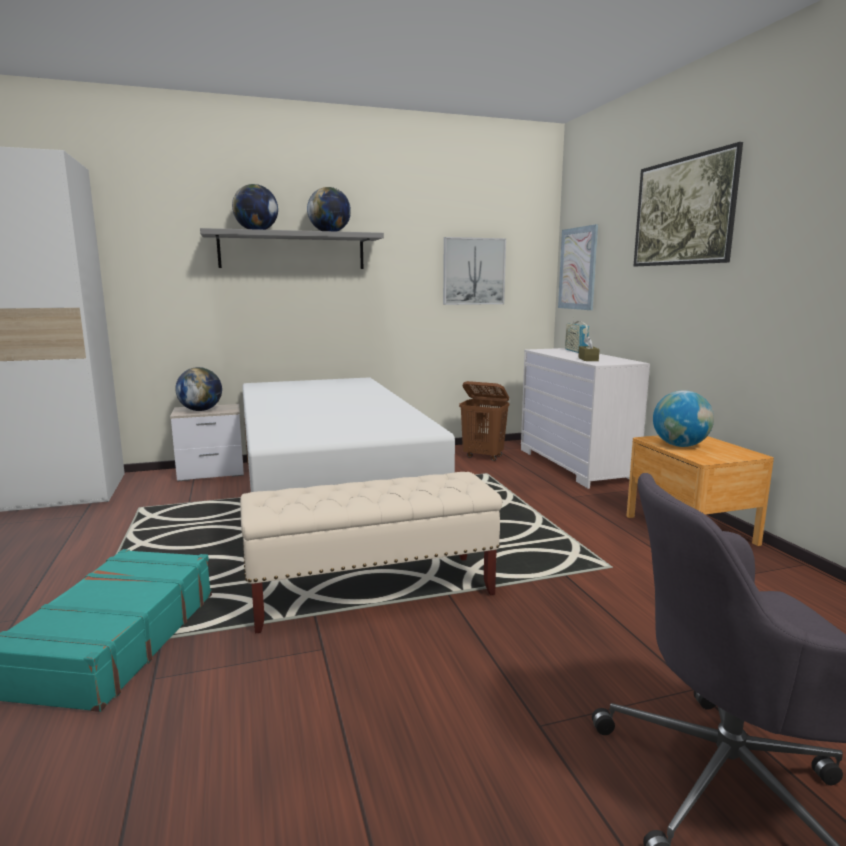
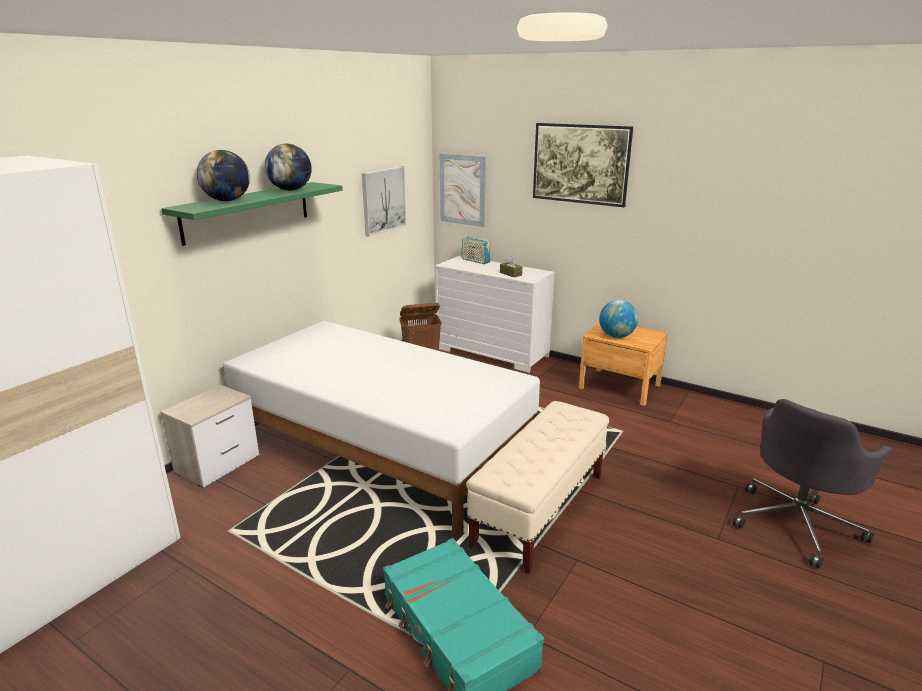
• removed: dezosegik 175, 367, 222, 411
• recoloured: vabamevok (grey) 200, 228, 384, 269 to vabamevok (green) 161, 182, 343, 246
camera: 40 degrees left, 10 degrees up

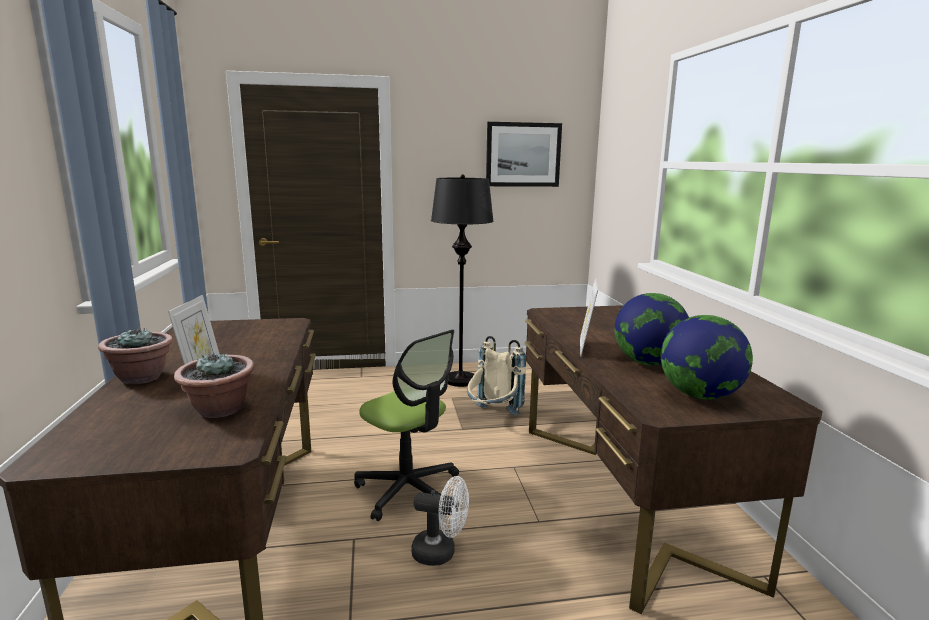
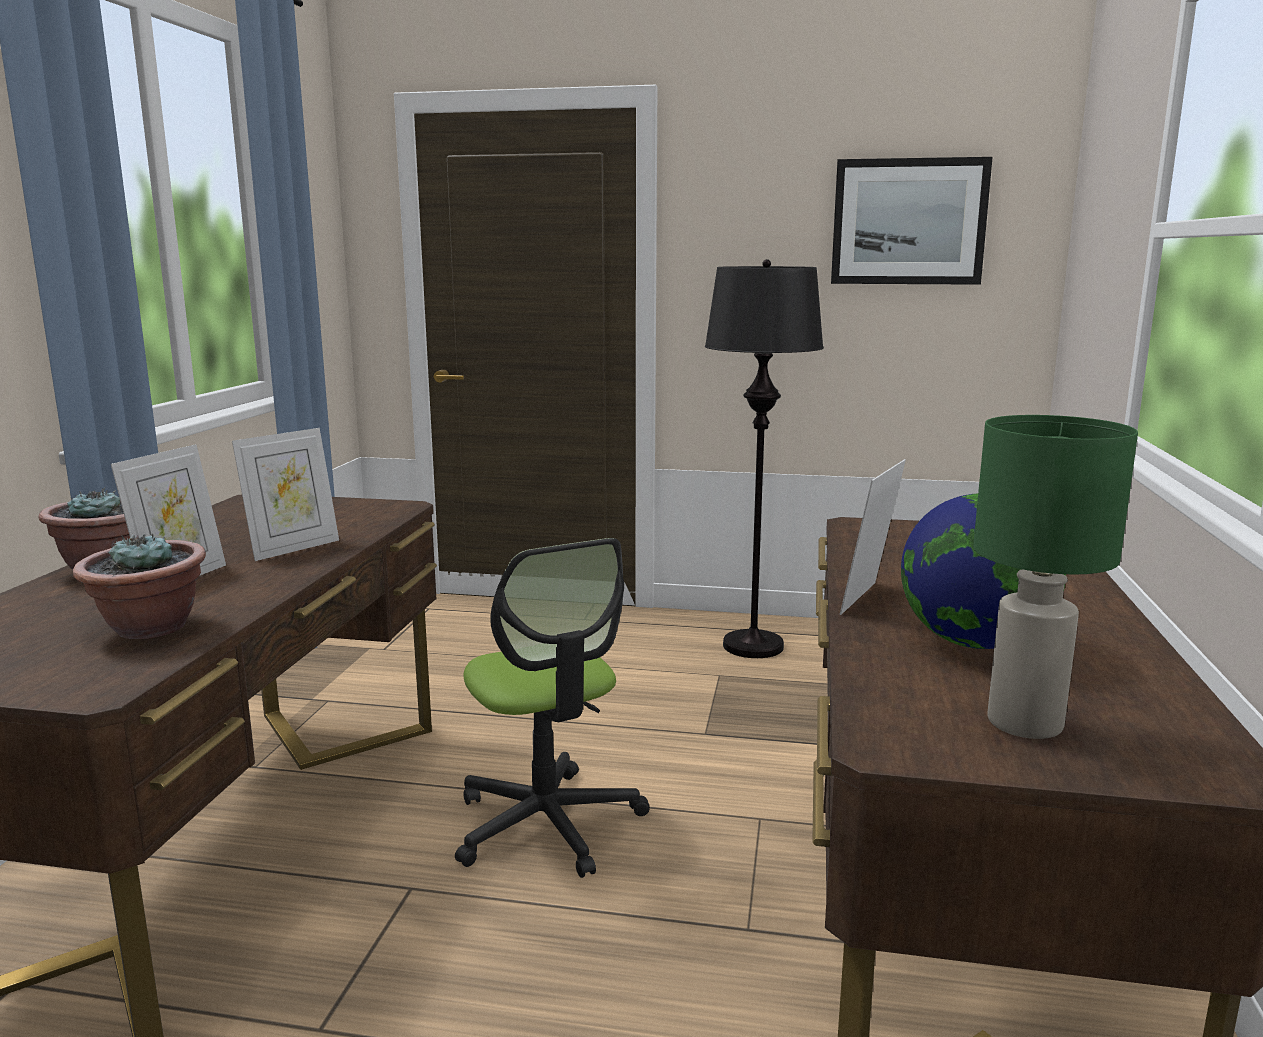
• removed: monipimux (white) 411, 476, 469, 566
• removed: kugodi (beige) 467, 336, 526, 415
• added: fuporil 232, 428, 339, 561
• replaced: dezosegik 661, 315, 753, 400 to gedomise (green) 973, 415, 1138, 739
camera: 20 degrees right, 0 degrees up

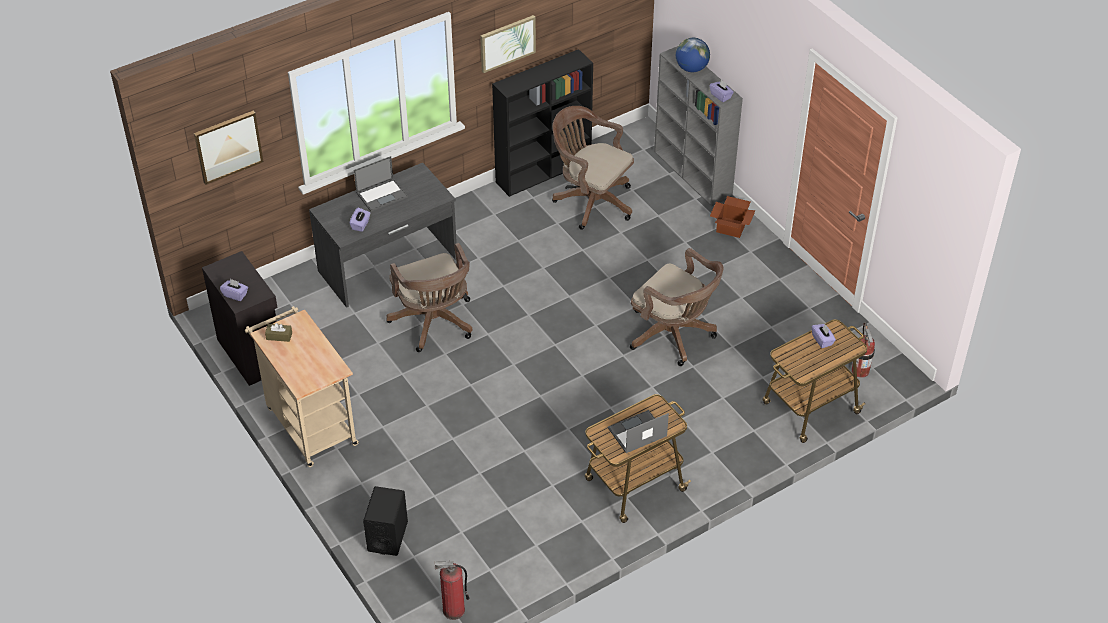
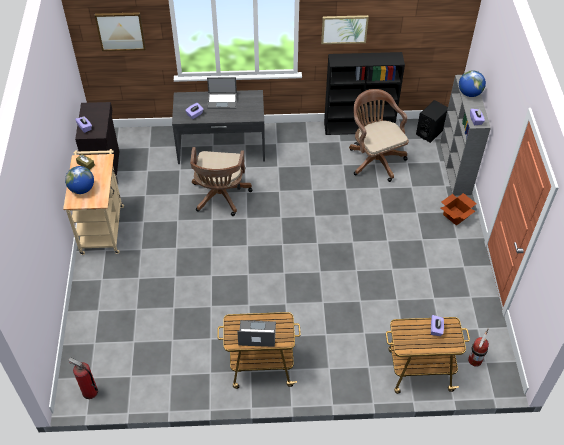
• removed: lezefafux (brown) 630, 248, 724, 366
• added: dezosegik 65, 166, 94, 194
• moved: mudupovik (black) 363, 486, 408, 556 to 416, 100, 448, 143
camera: 30 degrees right, 5 degrees up

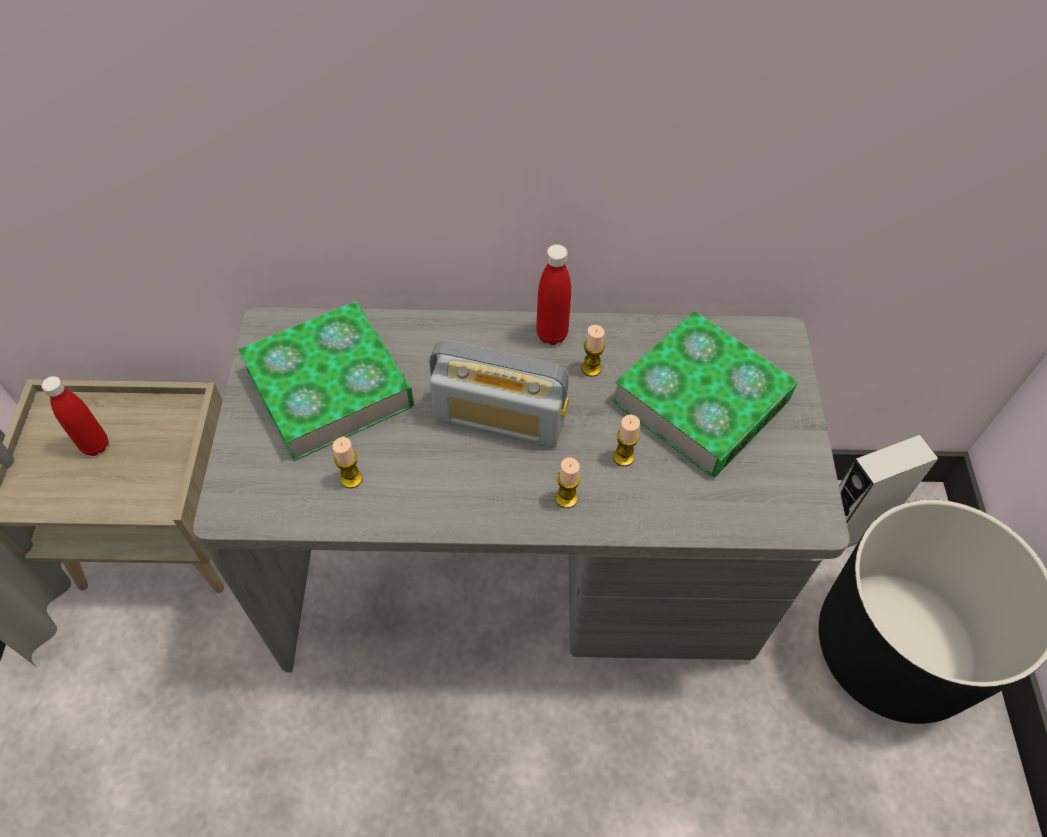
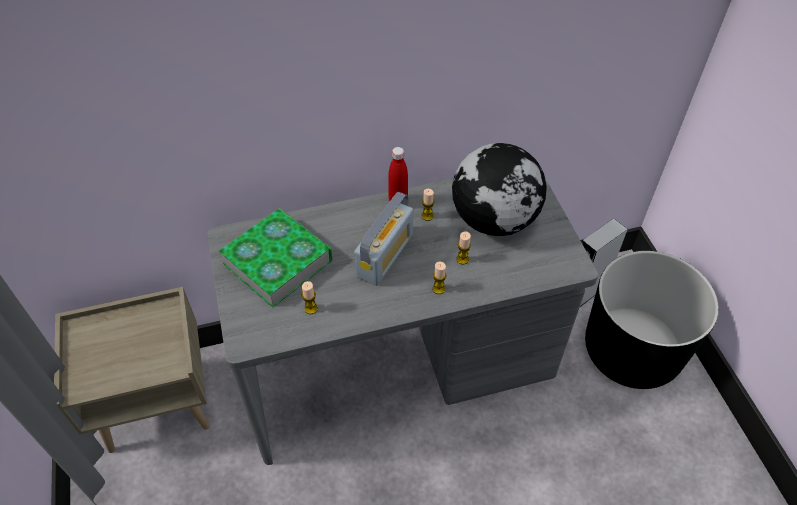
• removed: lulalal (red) 41, 376, 108, 456
• replaced: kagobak 612, 311, 798, 478 to dezosegik 452, 143, 547, 236
• turned: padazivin 429, 340, 569, 448 = 354, 192, 414, 286 60 degrees counterclockwise
camera: 15 degrees left, 5 degrees down

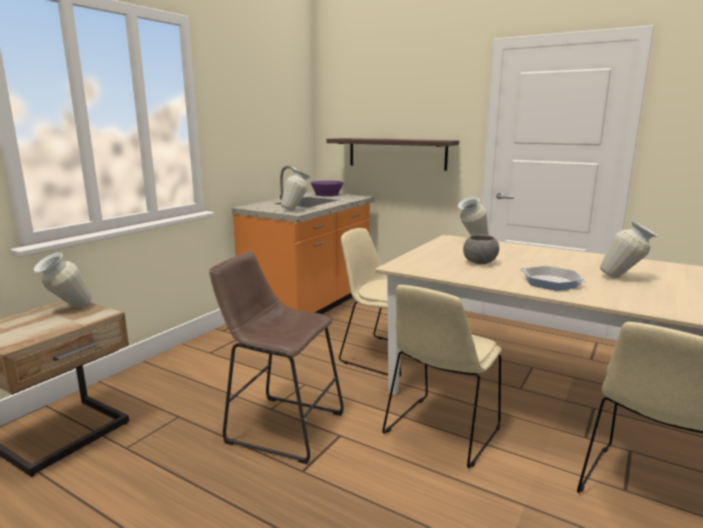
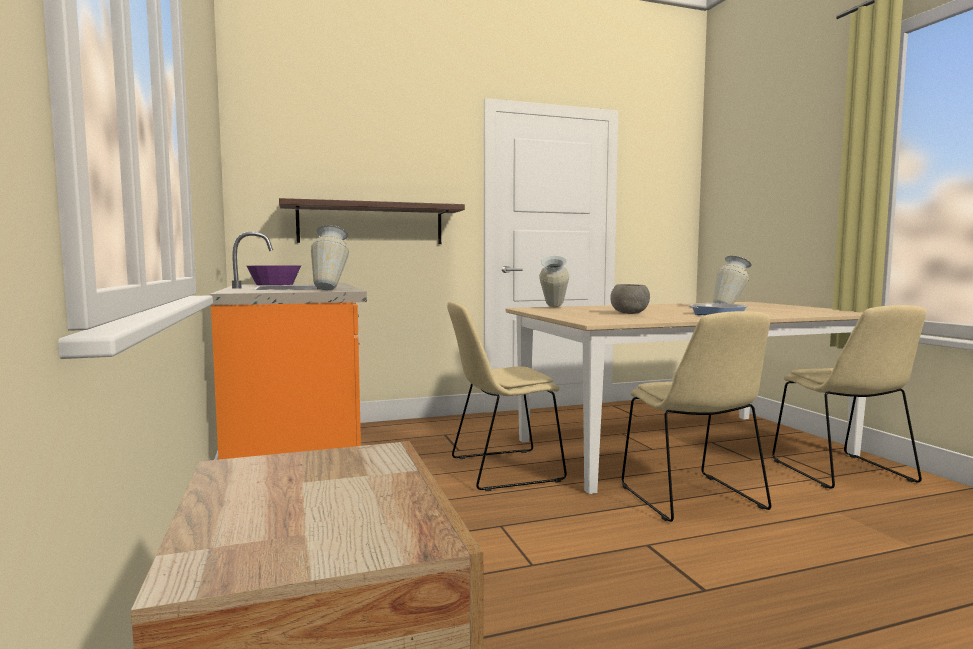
• removed: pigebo 34, 252, 92, 308
• removed: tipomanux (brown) 209, 252, 344, 464
camera: 50 degrees left, 10 degrees down

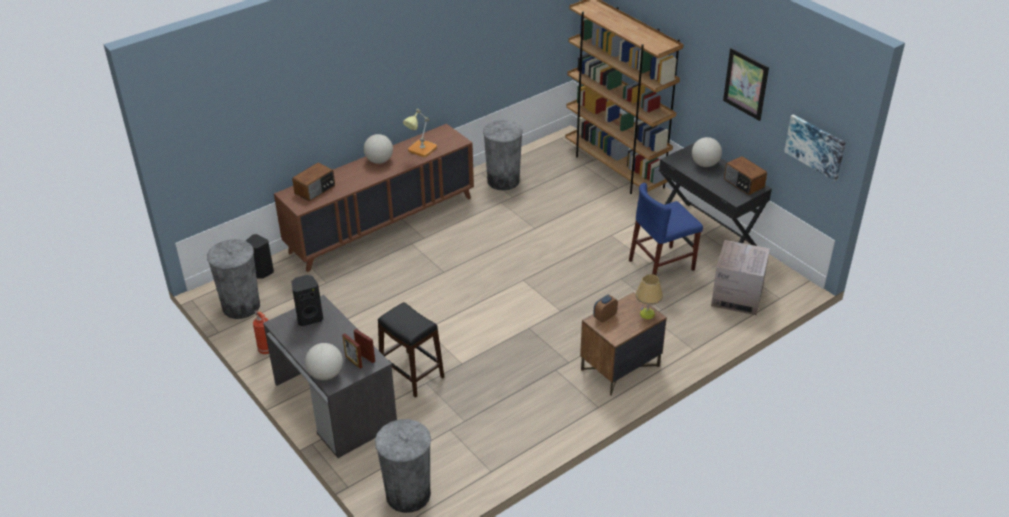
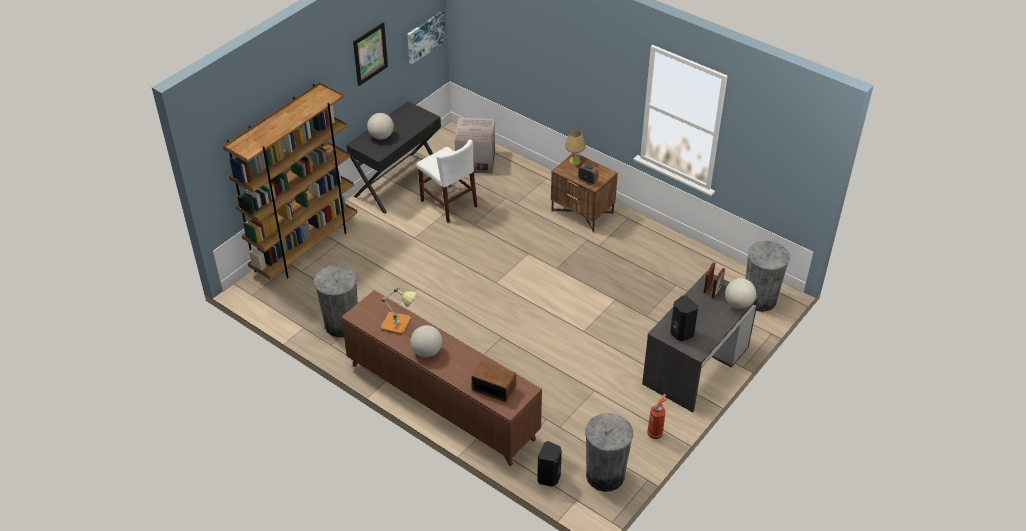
• removed: tipomanux (black) 378, 302, 444, 398
• removed: padazivin 724, 156, 767, 195
• recoloured: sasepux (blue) 629, 183, 703, 275 to sasepux (white) 417, 140, 477, 223
camera: 105 degrees left, 5 degrees up

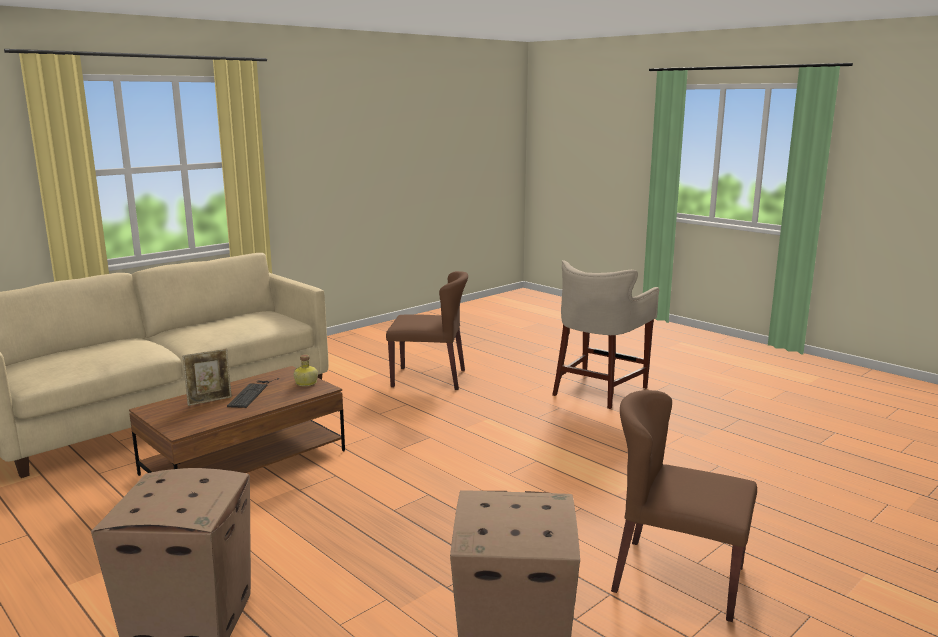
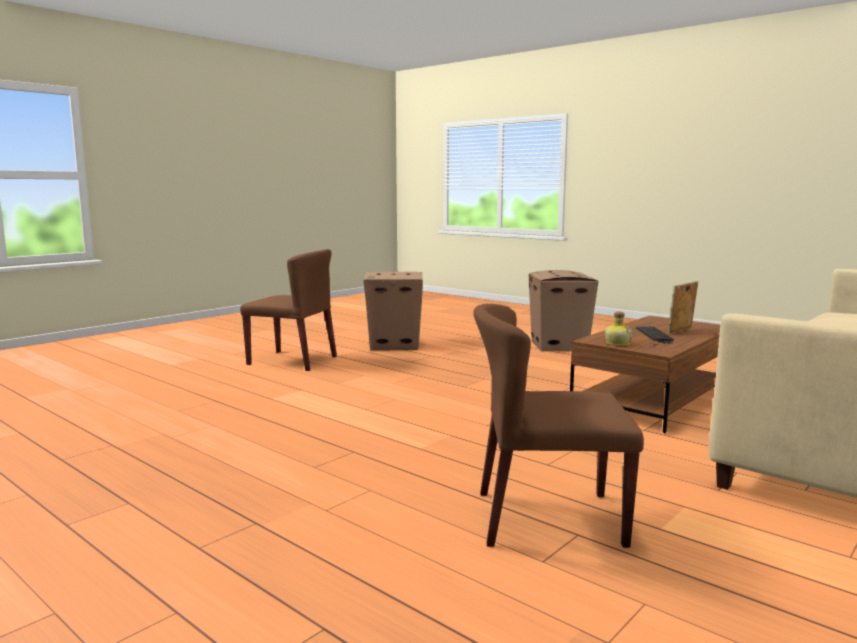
• removed: tipomanux (beige) 552, 260, 659, 409
camera: 175 degrees right, 5 degrees down

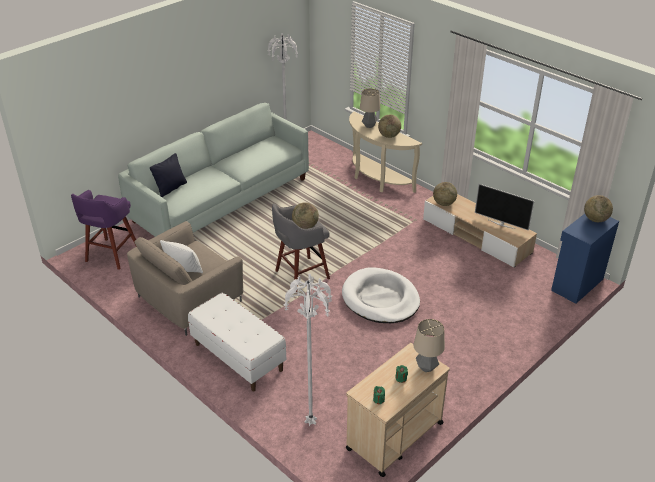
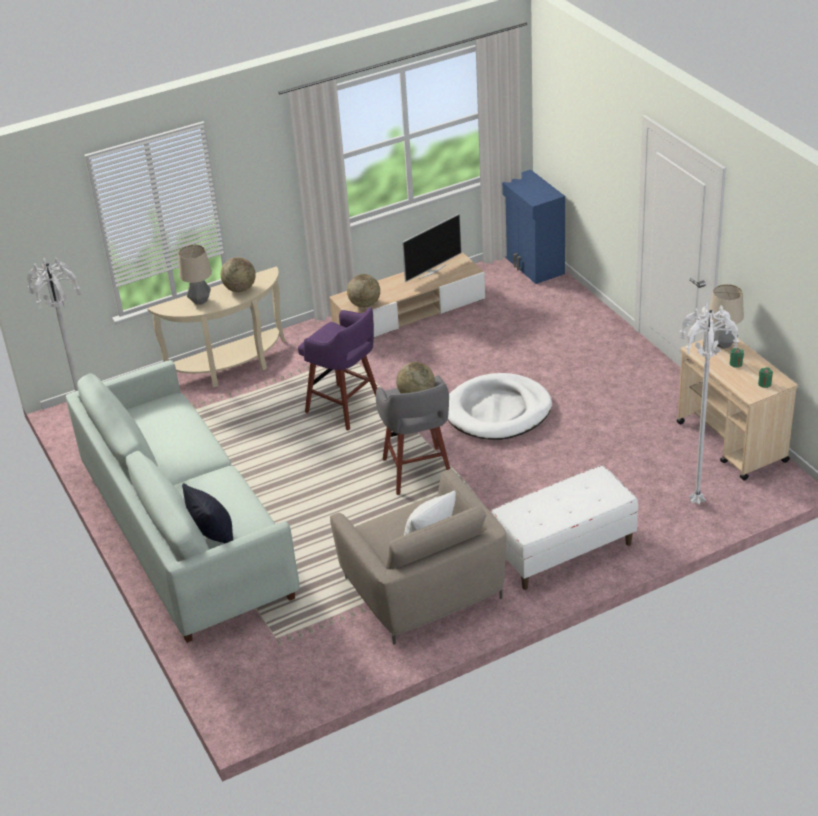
• removed: dezosegik 584, 195, 613, 222
• moved: tipomanux (purple) 71, 190, 137, 270 to 298, 307, 377, 431
camera: 70 degrees left, 0 degrees up

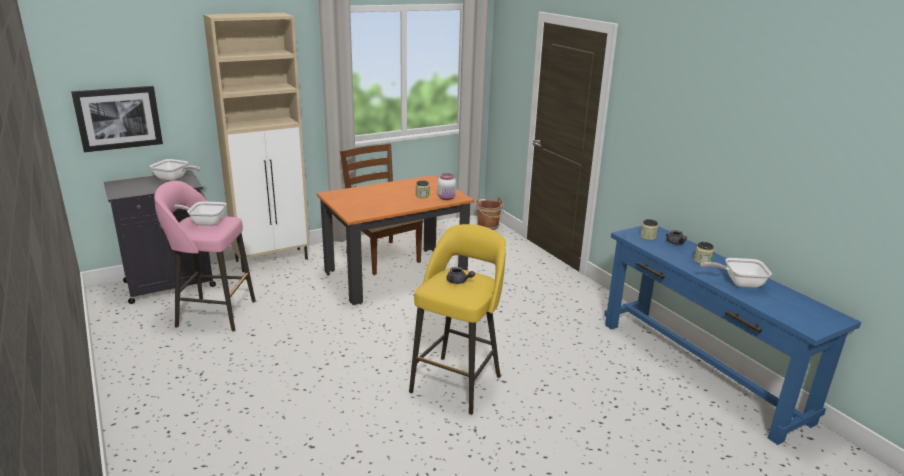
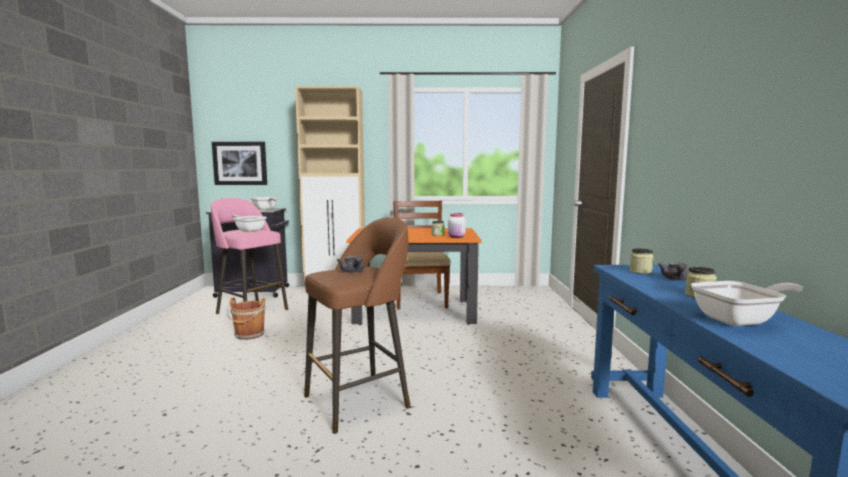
• moved: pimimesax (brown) 476, 197, 504, 230 to 227, 298, 266, 340
• recoloured: tipomanux (yellow) 409, 224, 506, 415 to tipomanux (brown) 304, 217, 411, 434
• turned: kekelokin 700, 258, 772, 288 = 691, 281, 803, 326 135 degrees clockwise
camera: 30 degrees right, 15 degrees down

